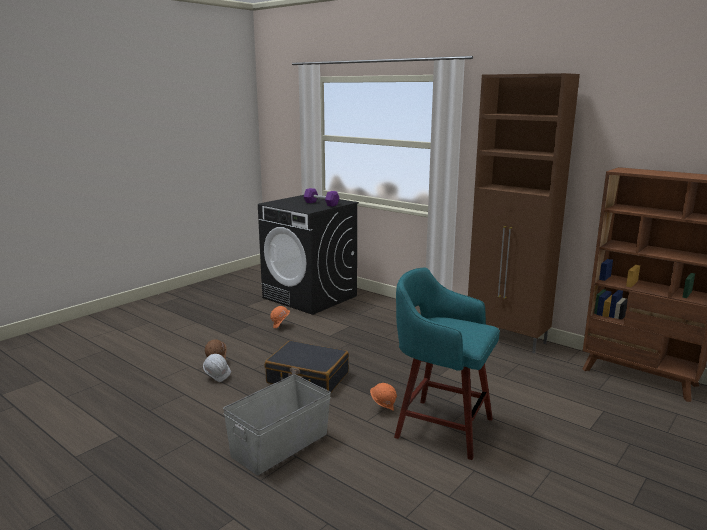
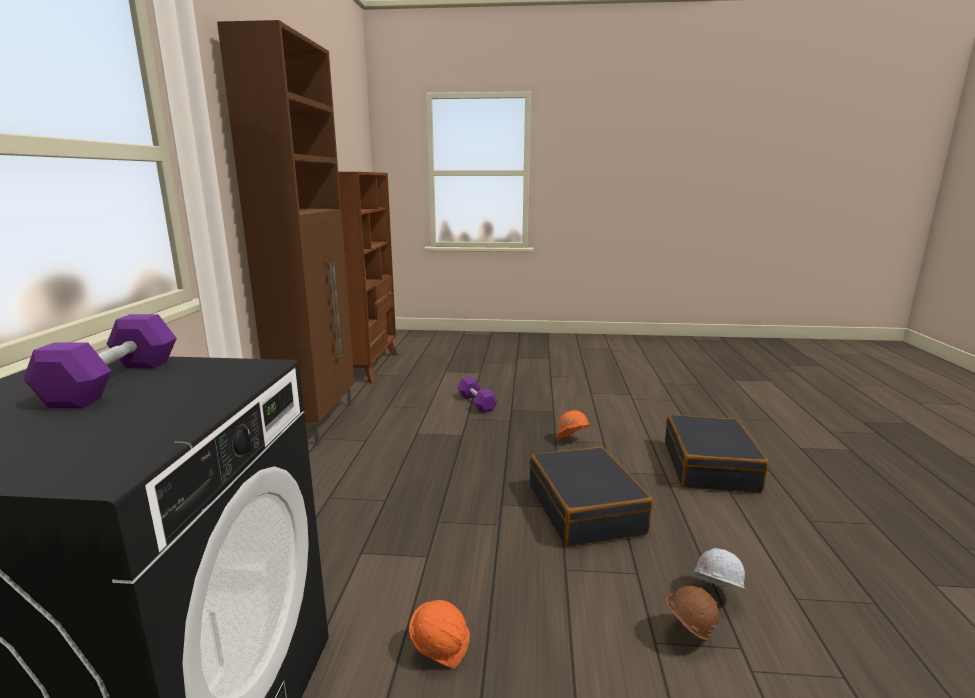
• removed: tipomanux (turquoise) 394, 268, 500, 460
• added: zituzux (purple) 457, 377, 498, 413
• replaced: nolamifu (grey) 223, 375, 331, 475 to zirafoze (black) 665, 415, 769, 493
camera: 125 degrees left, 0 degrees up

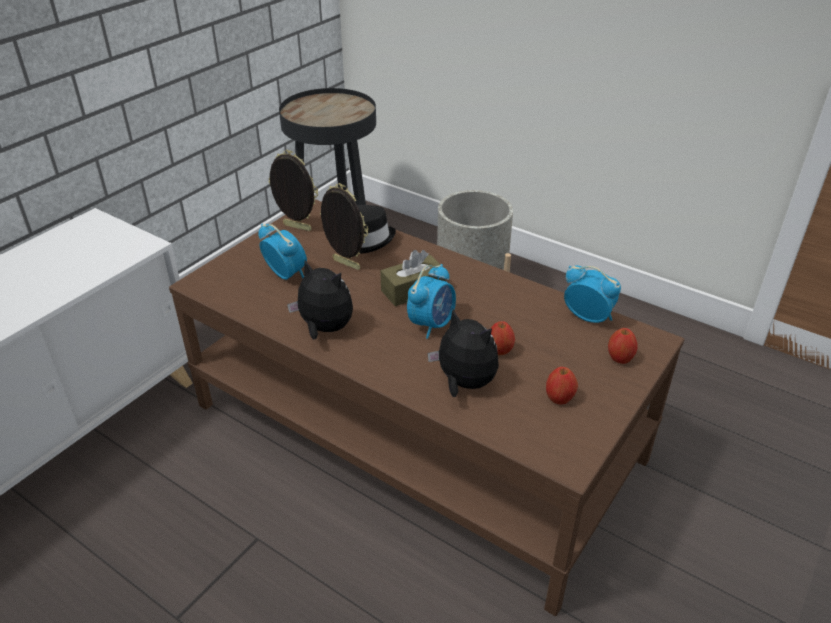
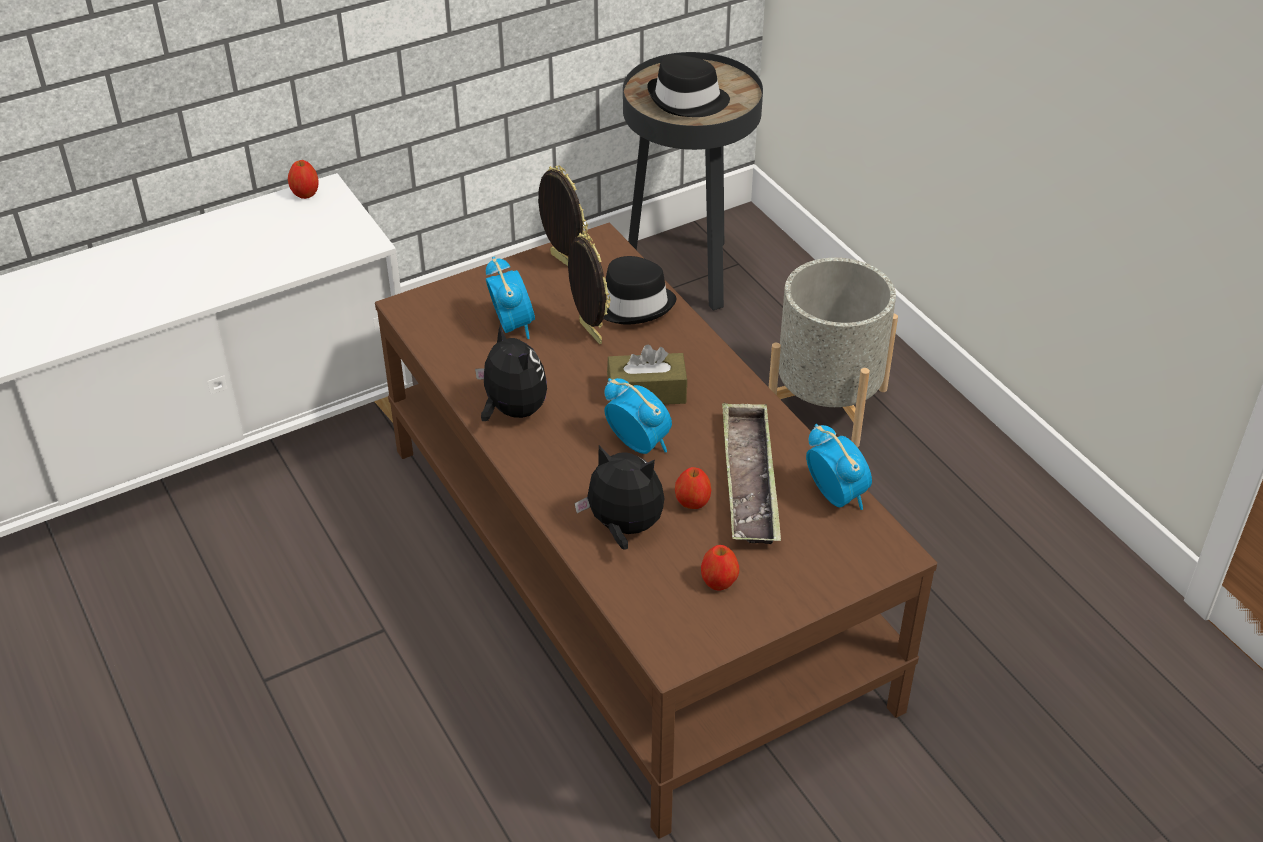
• added: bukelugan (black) 647, 55, 730, 117
• added: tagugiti 722, 402, 781, 544
• moved: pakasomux 608, 328, 638, 364 to 288, 160, 319, 199
• turned: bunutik 407, 264, 456, 339 = 604, 378, 672, 454 105 degrees counterclockwise
• turned: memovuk 427, 309, 499, 397 = 574, 445, 665, 550 45 degrees counterclockwise
camera: 25 degrees right, 5 degrees up

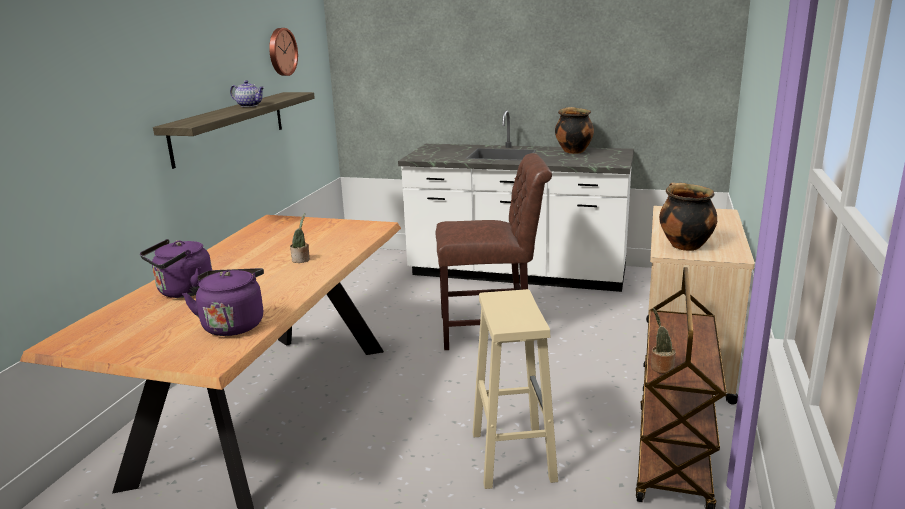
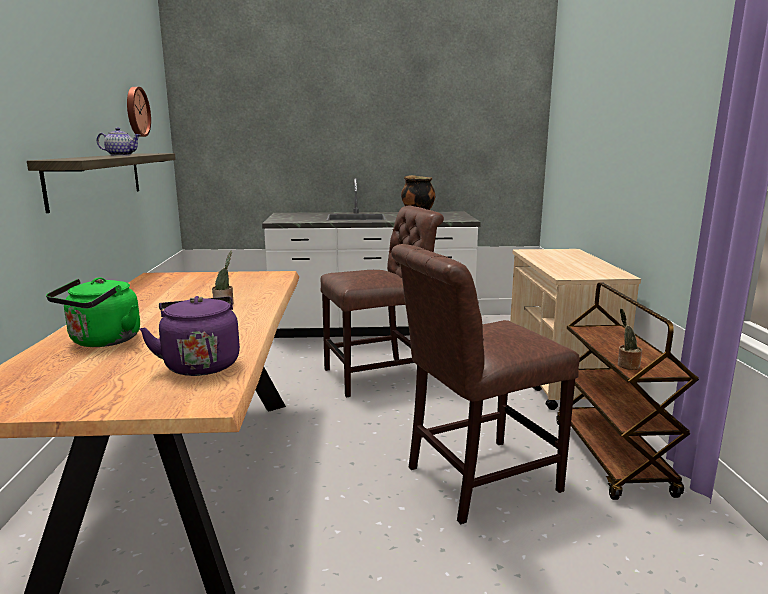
• removed: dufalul 659, 183, 717, 251
• replaced: tipomanux (beige) 473, 289, 558, 489 to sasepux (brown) 391, 244, 580, 524
• recoloured: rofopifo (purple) 140, 239, 212, 298 to rofopifo (green) 46, 277, 140, 347
camera: 20 degrees left, 5 degrees down

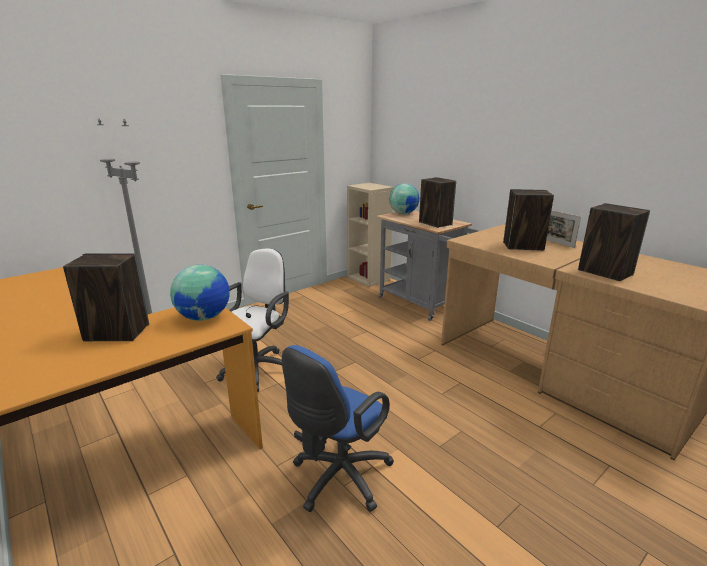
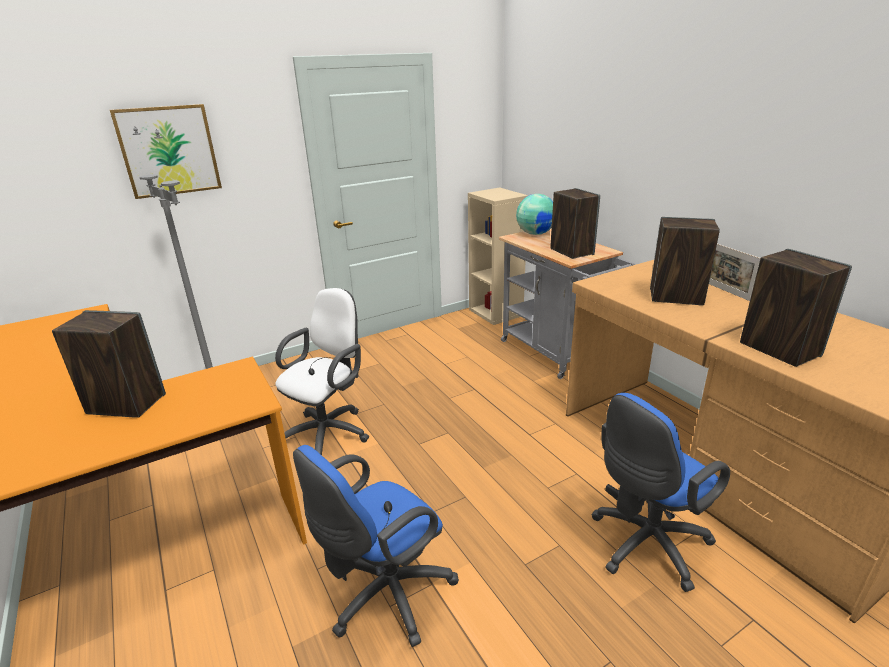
• removed: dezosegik 170, 265, 230, 321
• added: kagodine 110, 104, 222, 199
• added: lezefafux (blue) 591, 393, 730, 592
camera: 10 degrees right, 5 degrees up

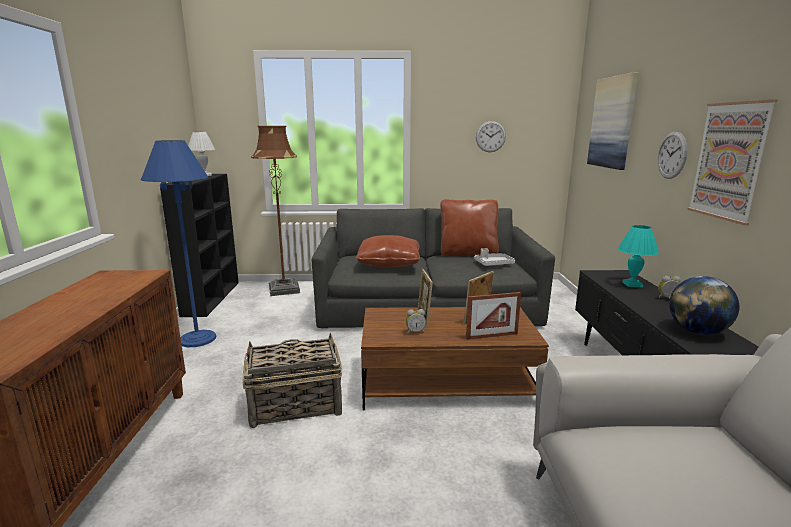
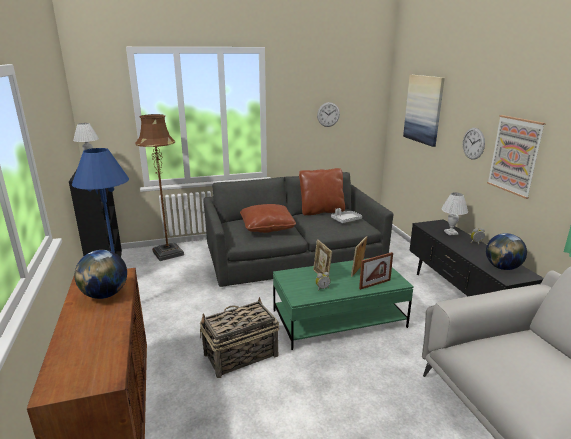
• added: dezosegik 74, 250, 127, 299
• recoloured: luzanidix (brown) 361, 307, 549, 411 to luzanidix (green) 273, 258, 414, 350
• recoloured: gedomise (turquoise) 618, 225, 659, 287 to gedomise (white) 441, 192, 468, 235
camera: 15 degrees left, 5 degrees up

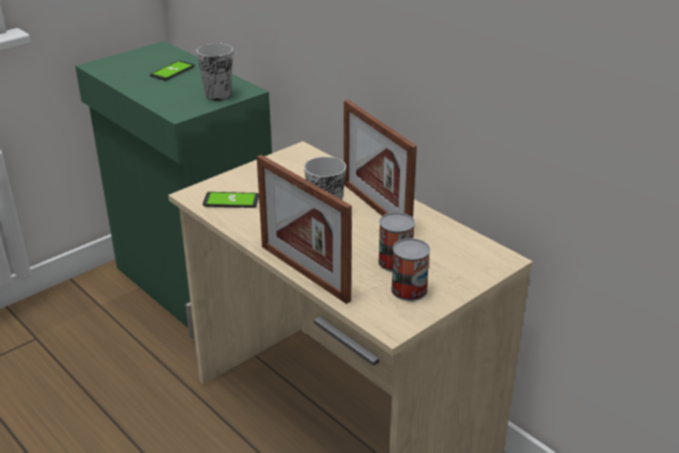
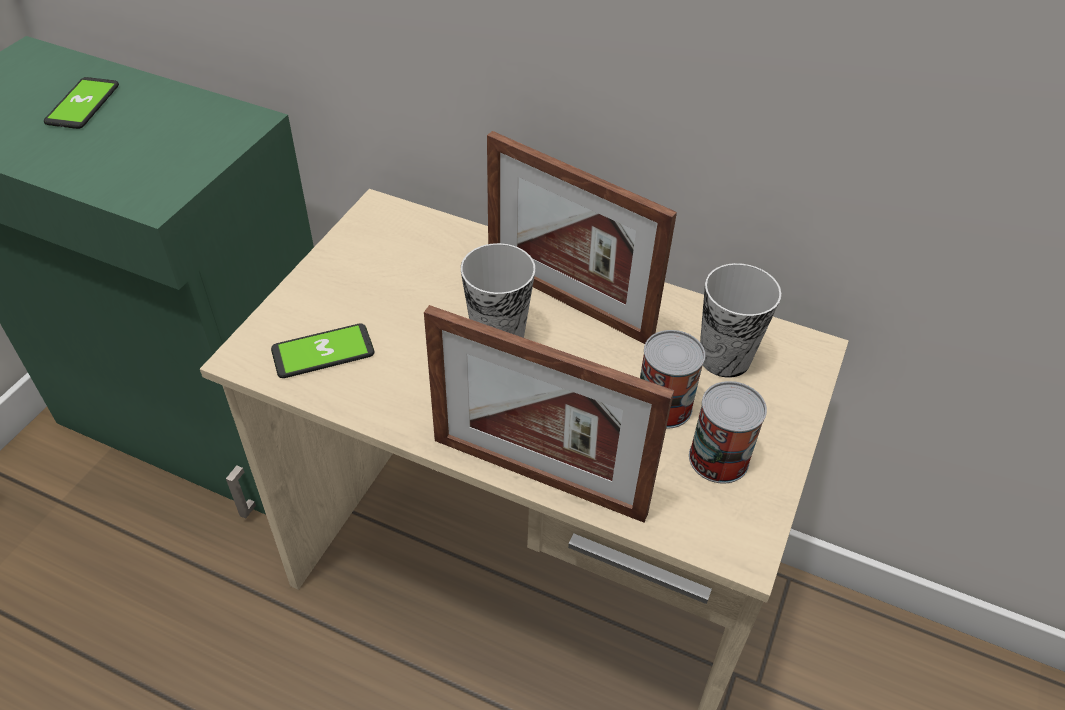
• moved: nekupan 196, 43, 233, 101 to 700, 263, 781, 378
camera: 25 degrees left, 15 degrees up

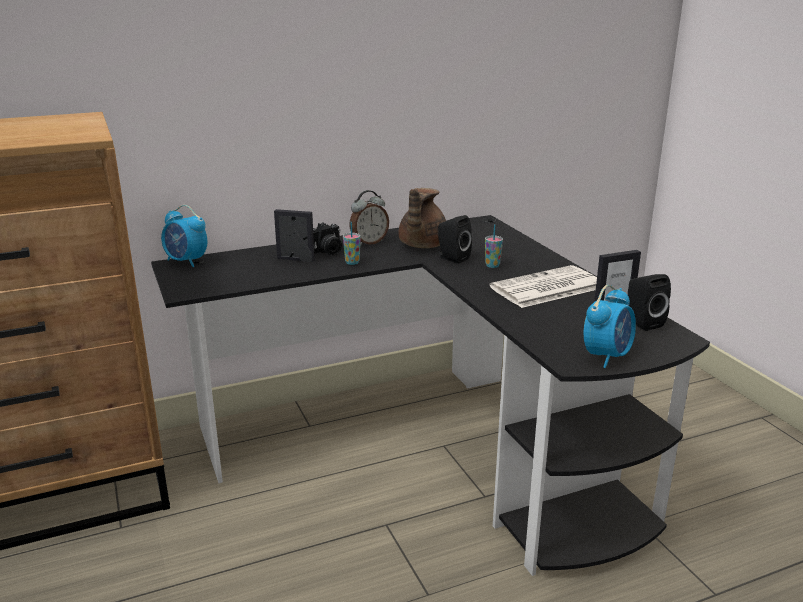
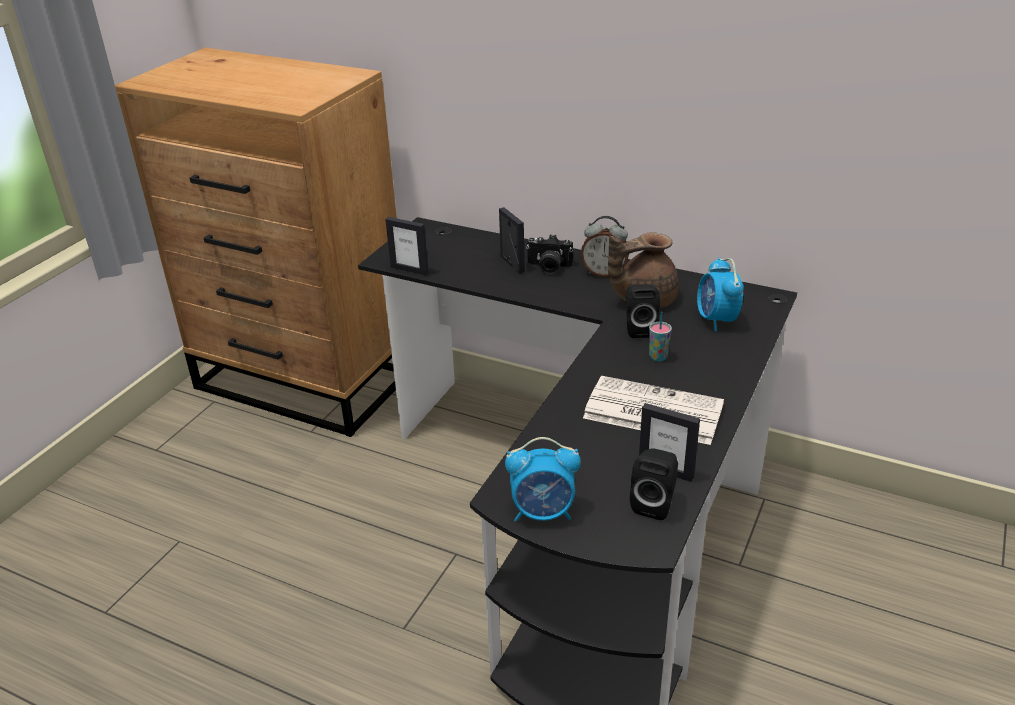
• removed: nekupan 343, 222, 361, 265
• added: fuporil 385, 217, 429, 275
• moved: bunutik 161, 205, 207, 267 to 697, 257, 744, 332
camera: 50 degrees right, 10 degrees up

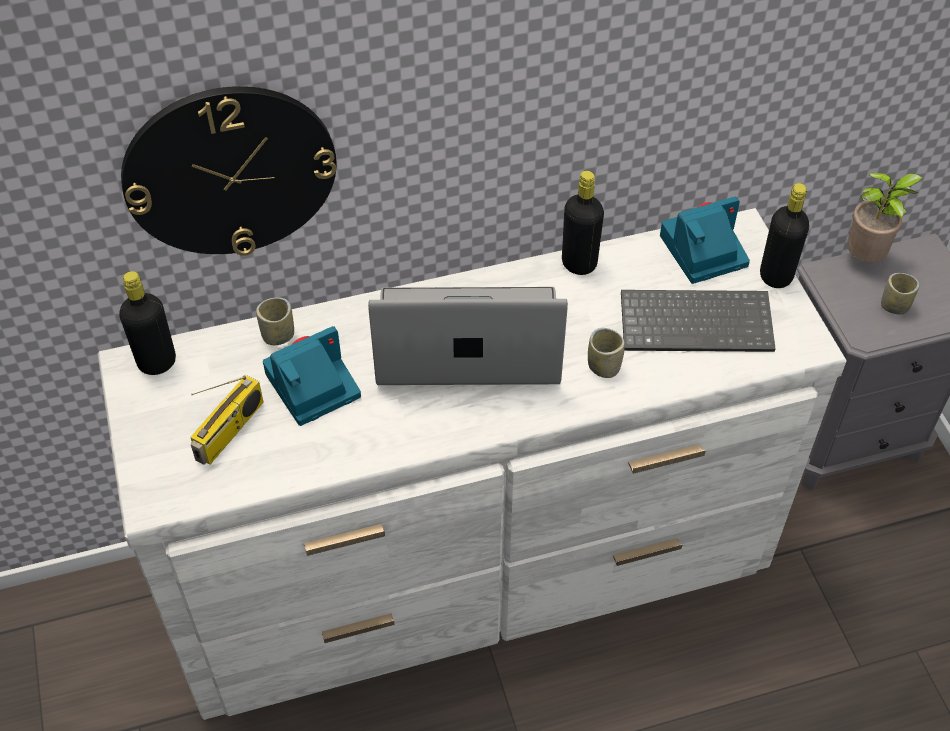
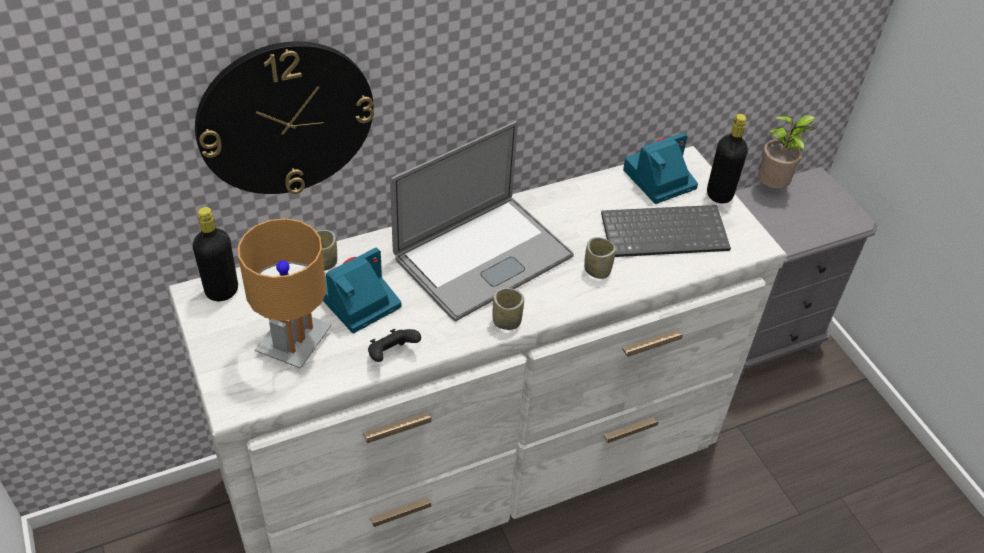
• removed: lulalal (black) 562, 171, 604, 275
• added: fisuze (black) 368, 329, 421, 362
• moved: nekupan 881, 273, 920, 315 to 493, 288, 524, 330
• replaced: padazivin 190, 375, 263, 465 to gedomise (brown) 238, 218, 332, 369
• turned: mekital 368, 287, 568, 385 = 390, 121, 574, 321 150 degrees clockwise
camera: 10 degrees left, 5 degrees down

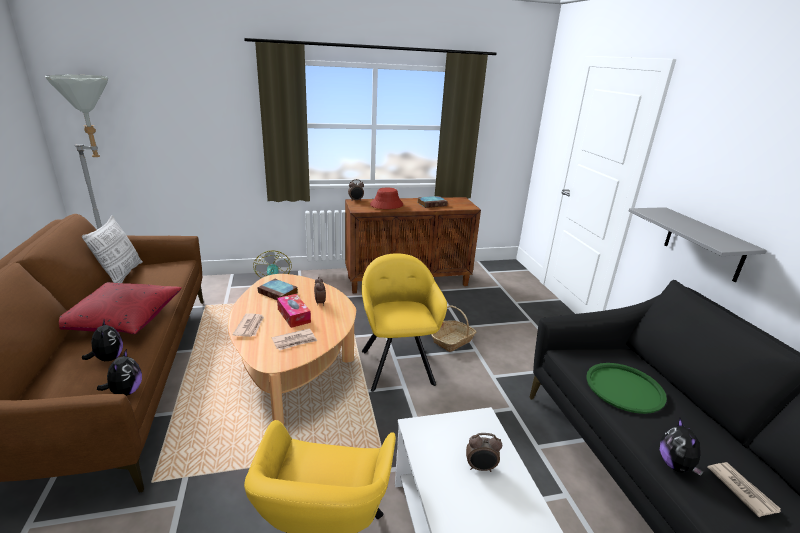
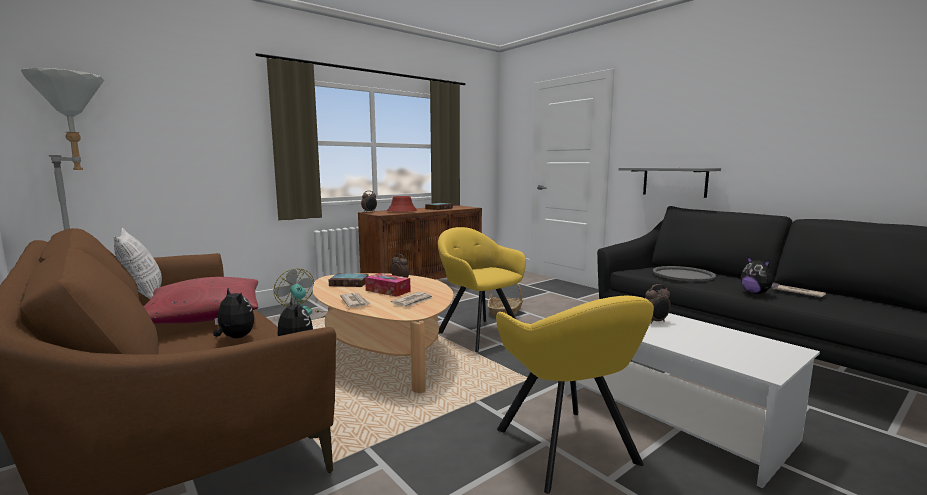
• recoloured: tagugiti (green) 586, 363, 667, 414 to tagugiti (grey) 653, 266, 716, 281
camera: 25 degrees left, 15 degrees down

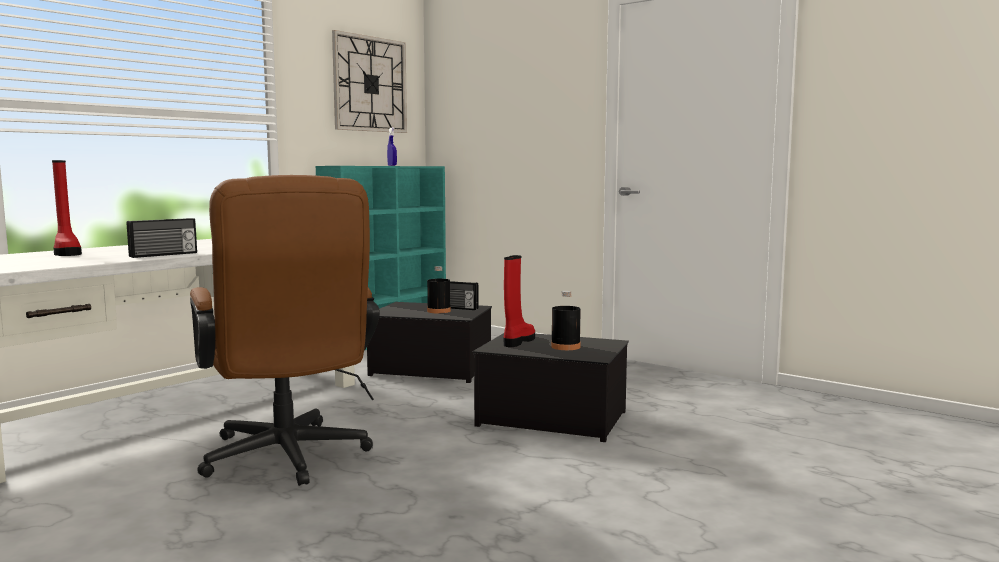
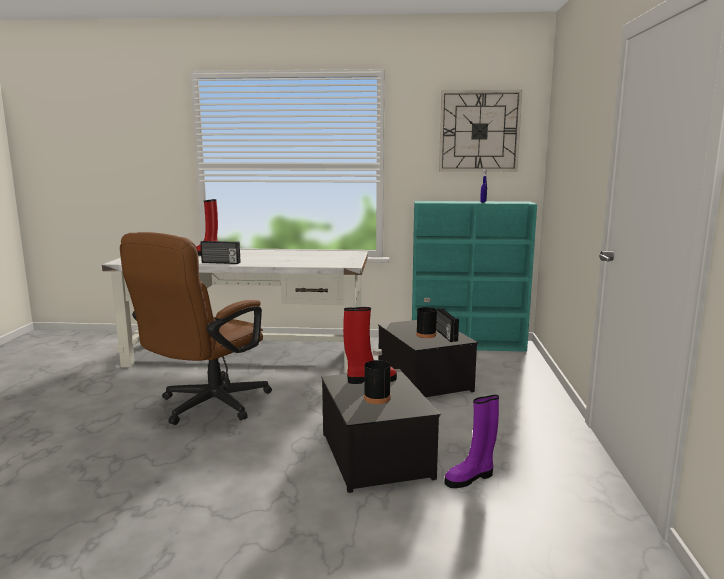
• added: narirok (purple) 444, 395, 499, 488
camera: 55 degrees right, 5 degrees up

